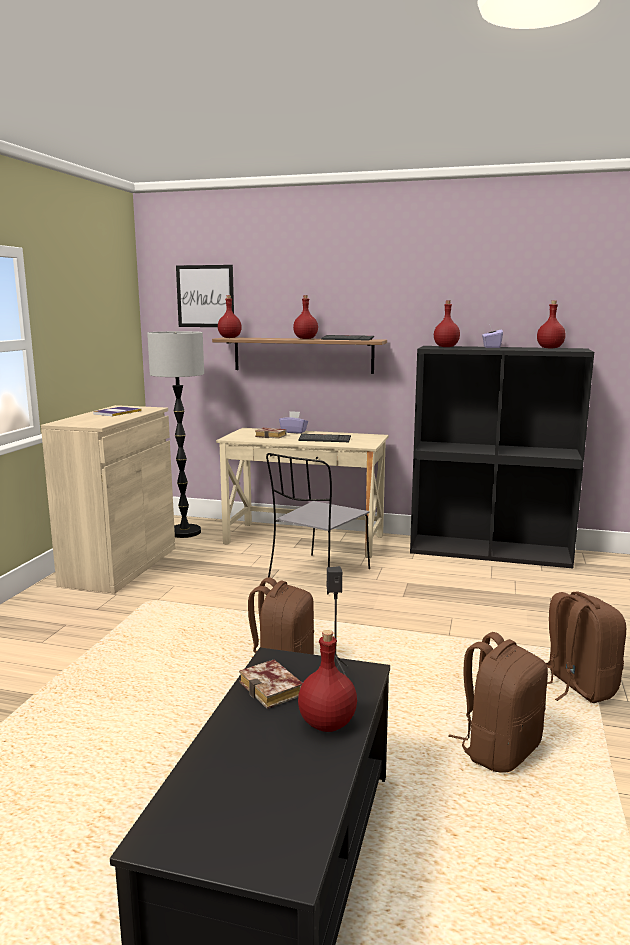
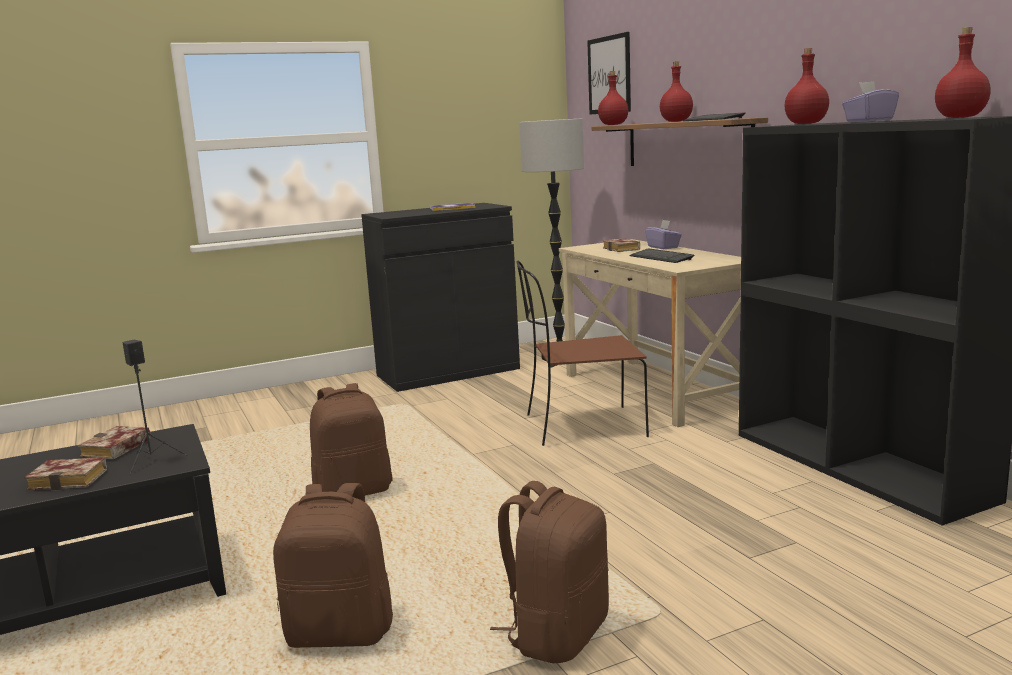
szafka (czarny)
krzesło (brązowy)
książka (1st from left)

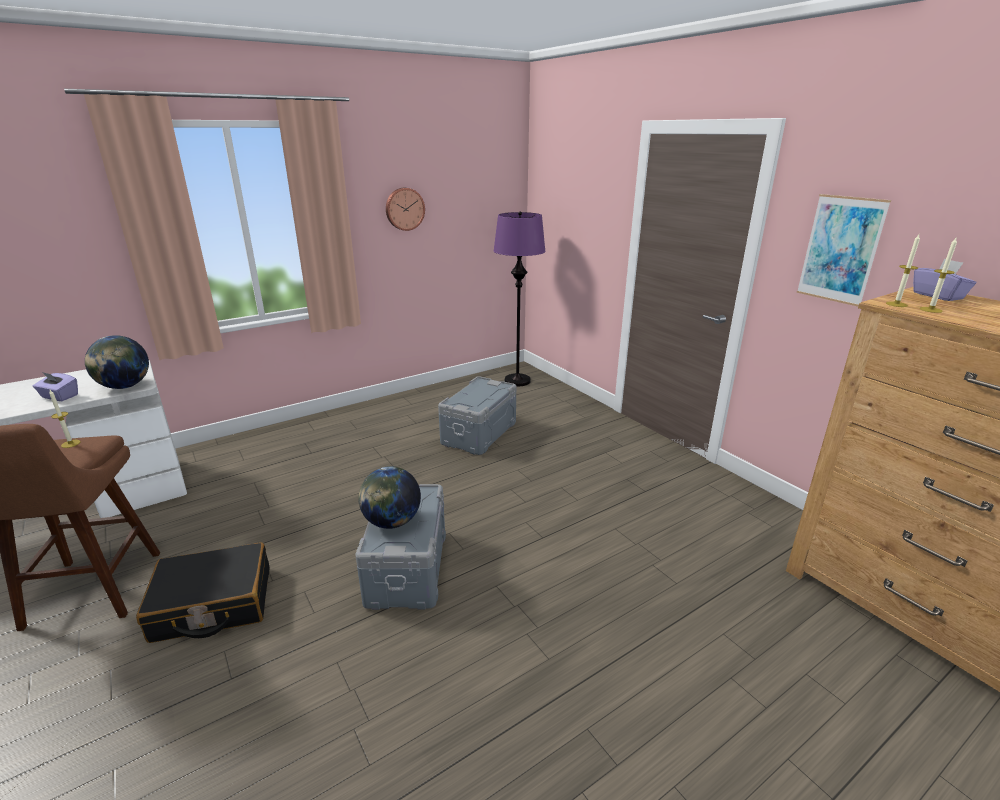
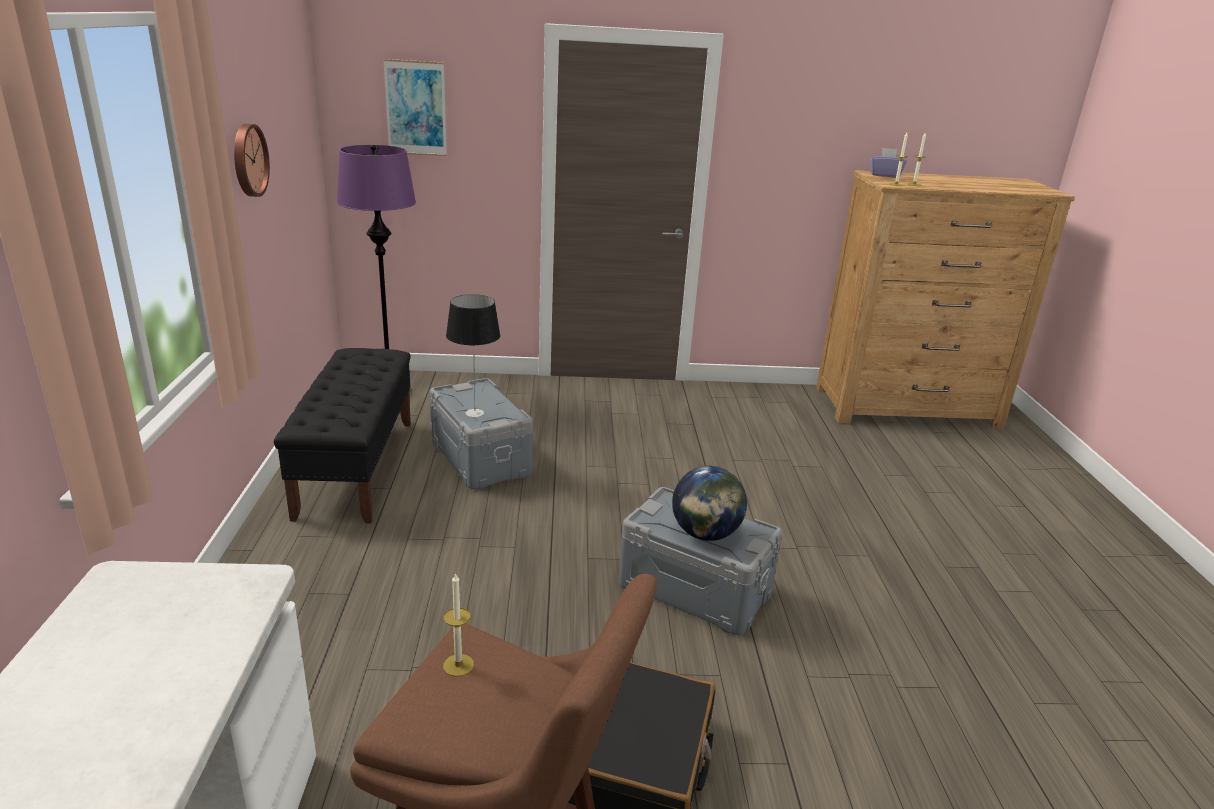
pudełko chusteczek (fioletowy) (1st from left in the first image)
globus (1st from left in the first image)
obraz
ławka (czarny)
lampa stołowa

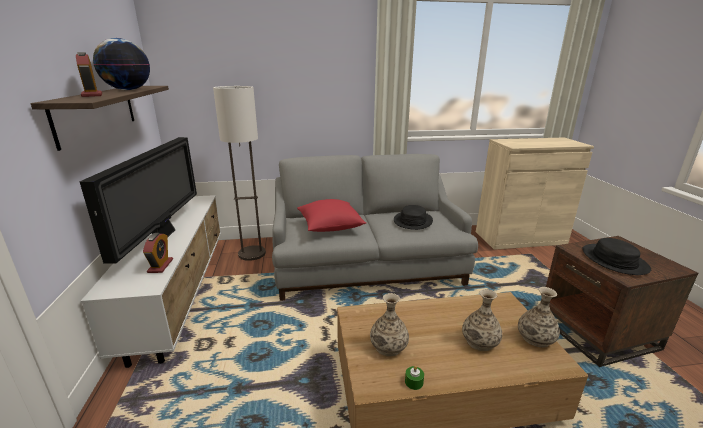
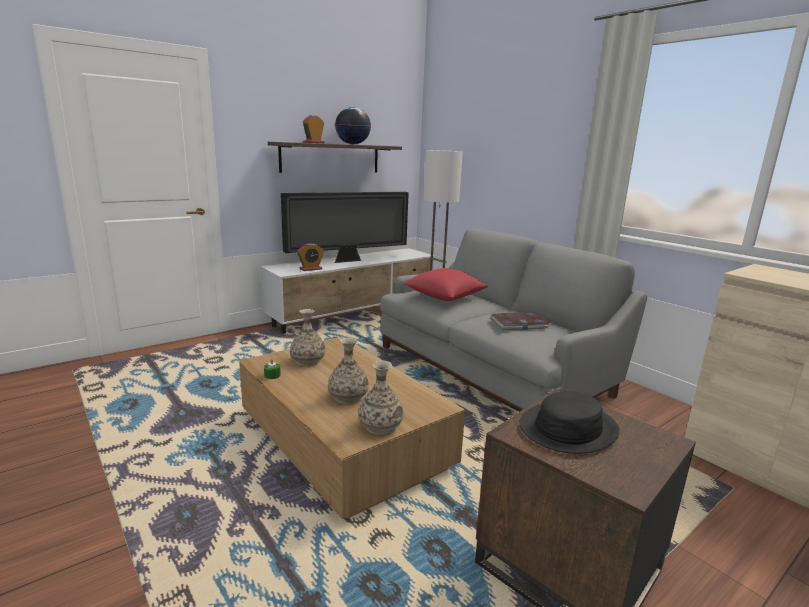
książka

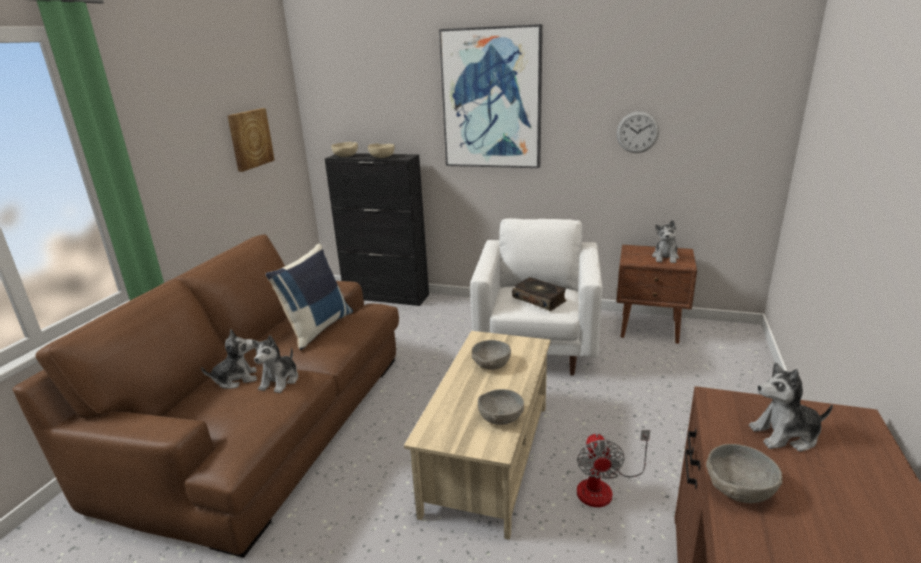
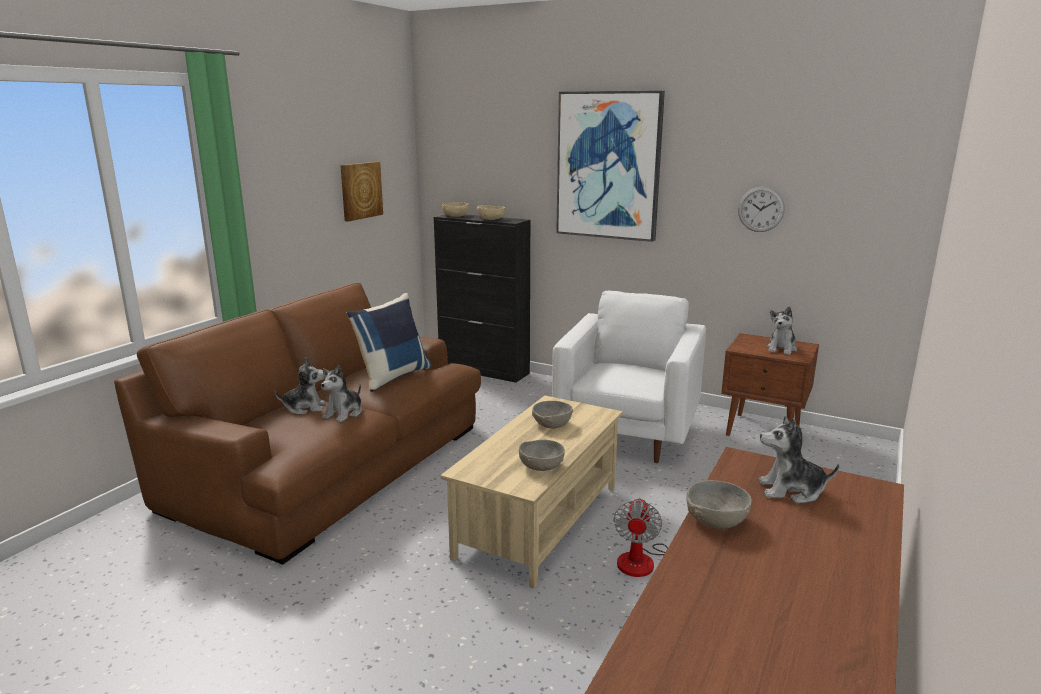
książka

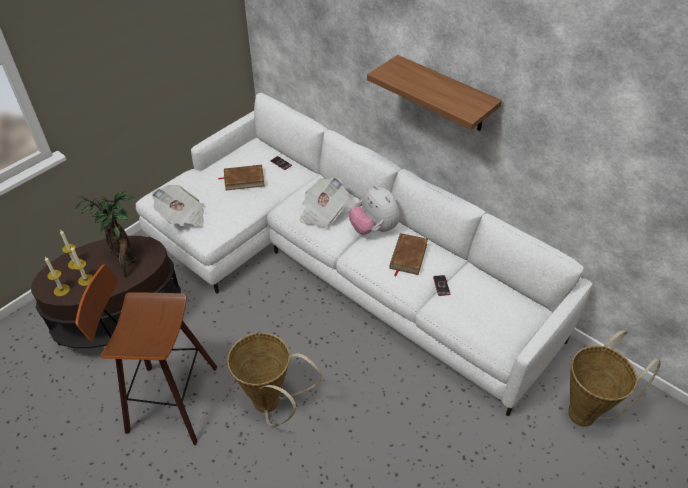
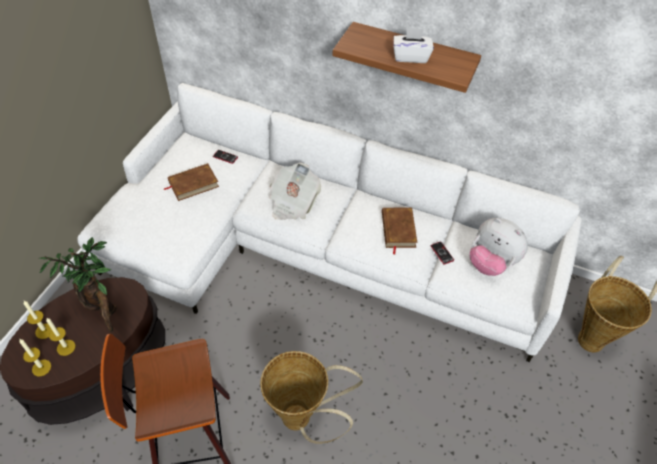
gazeta (1st from left in the first image)
pluszak
pudełko chusteczek (biały)

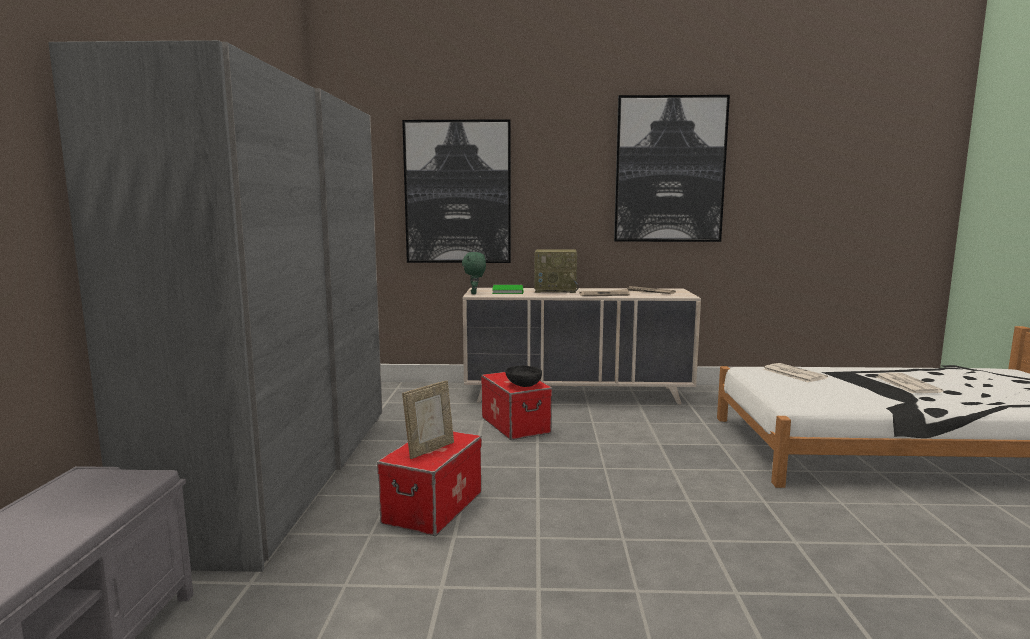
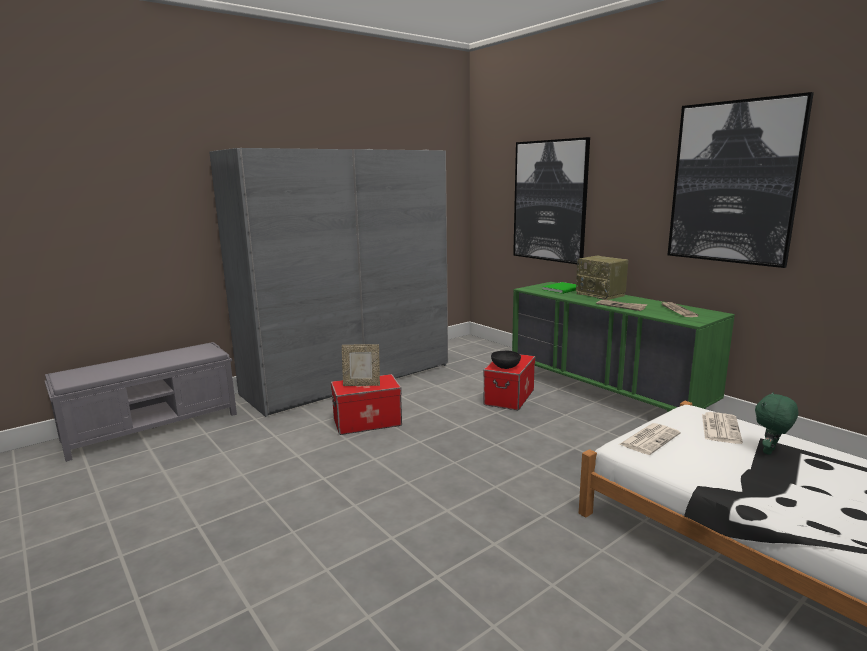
pluszak (zielony)
komoda (zielony)
gazeta (2nd from left)

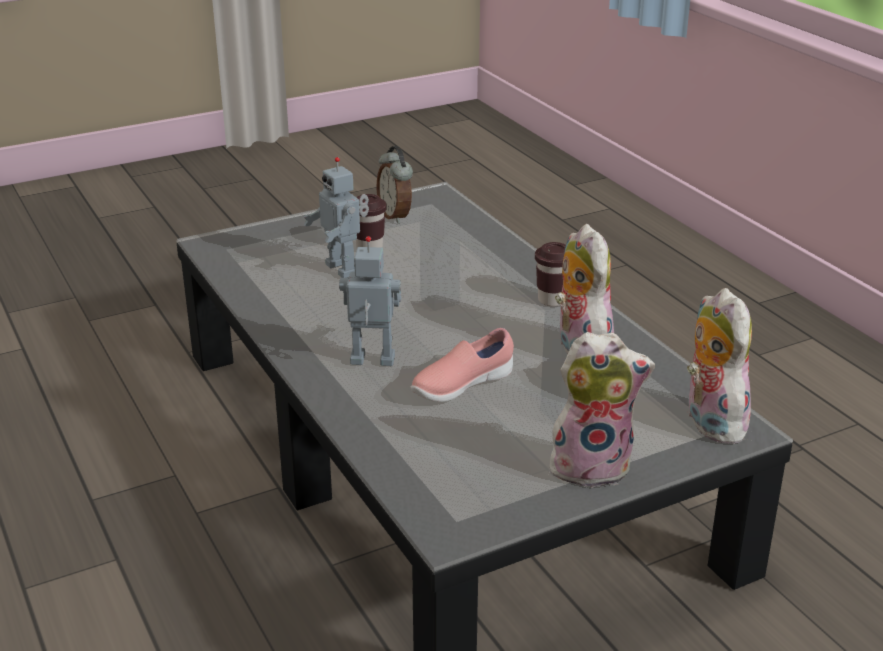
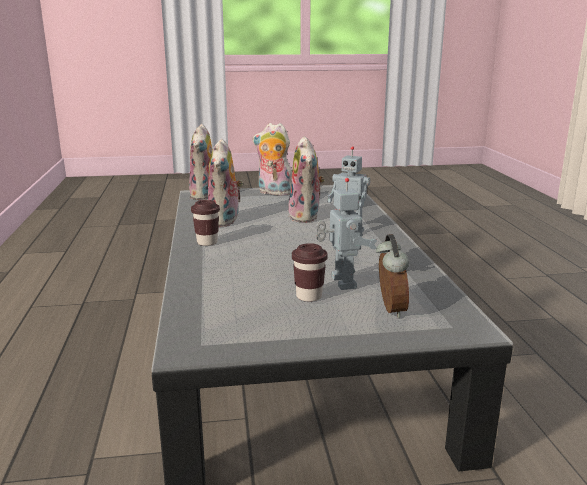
budzik
pluszak (4th from left)

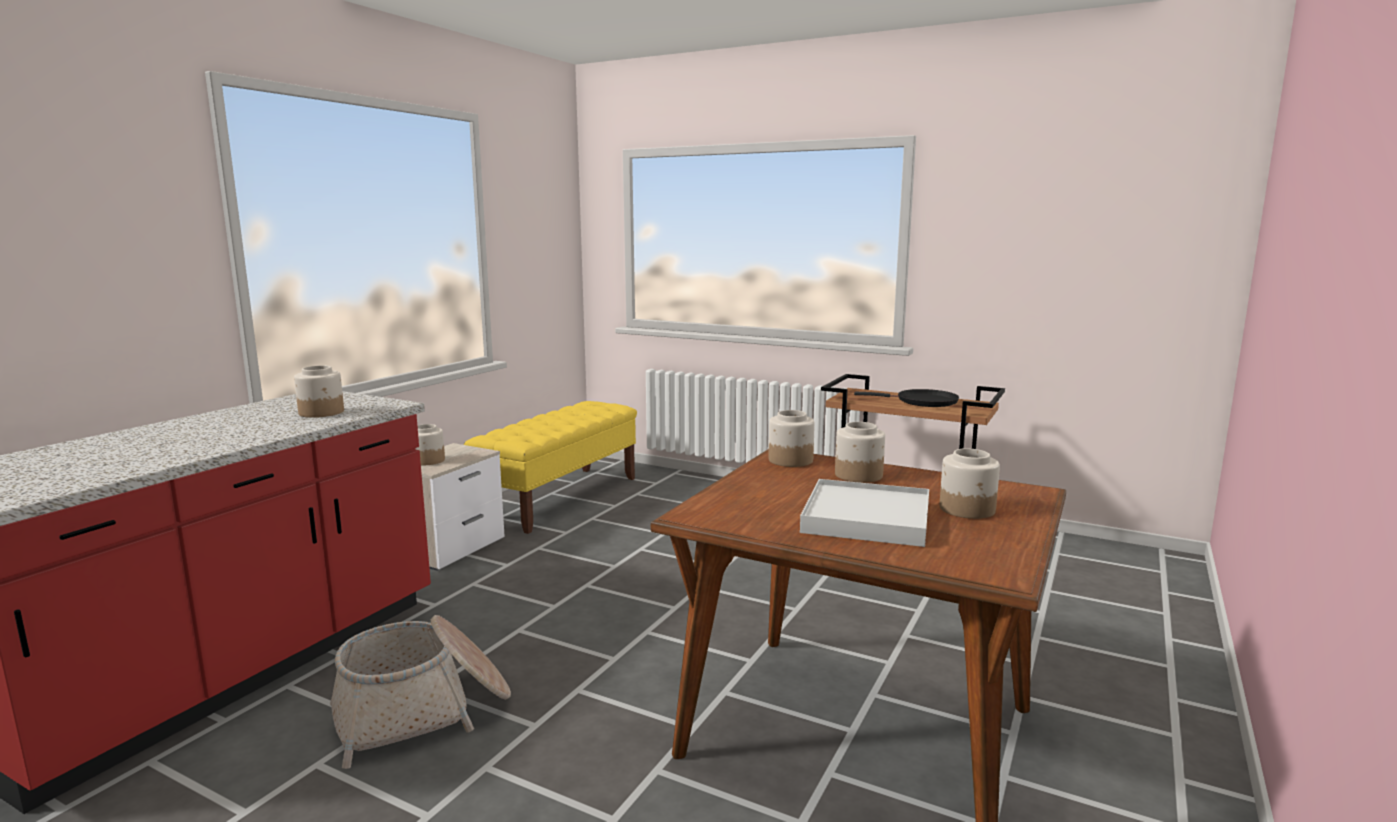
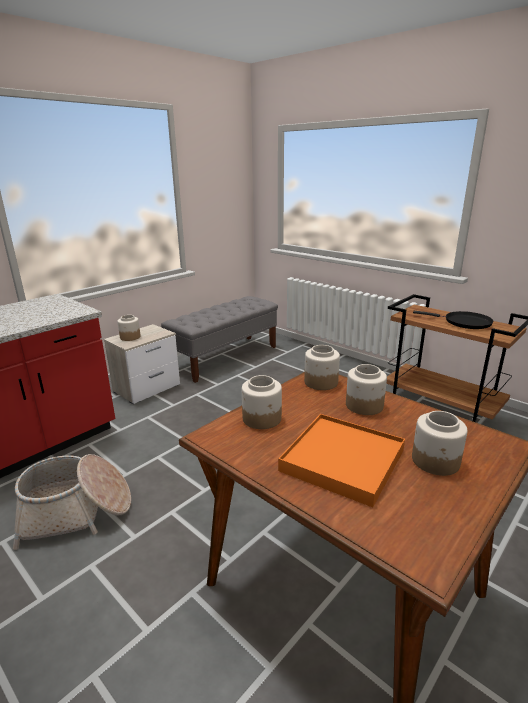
słoik (2nd from left)
ławka (szary)
taca (pomarańczowy)

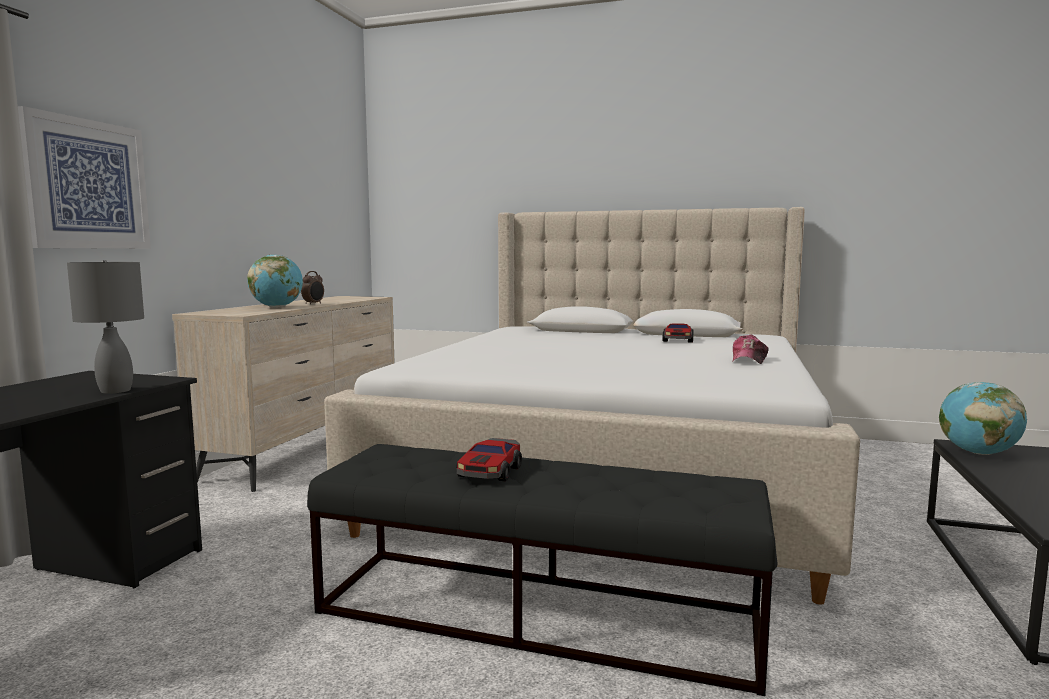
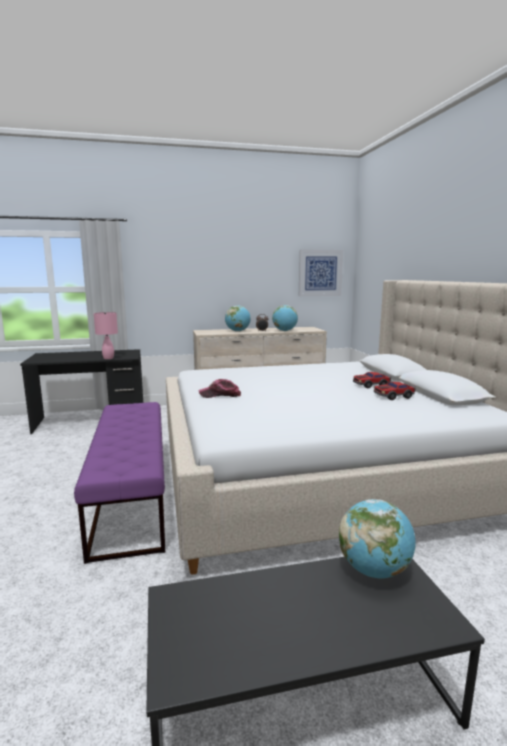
obraz
lampa stołowa (różowy)
ławka (fioletowy)
samochodzik (1st from left)
czapka z daszkiem
globus (2nd from left)

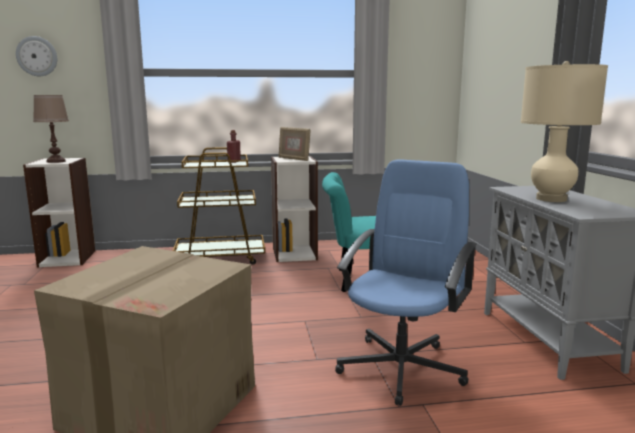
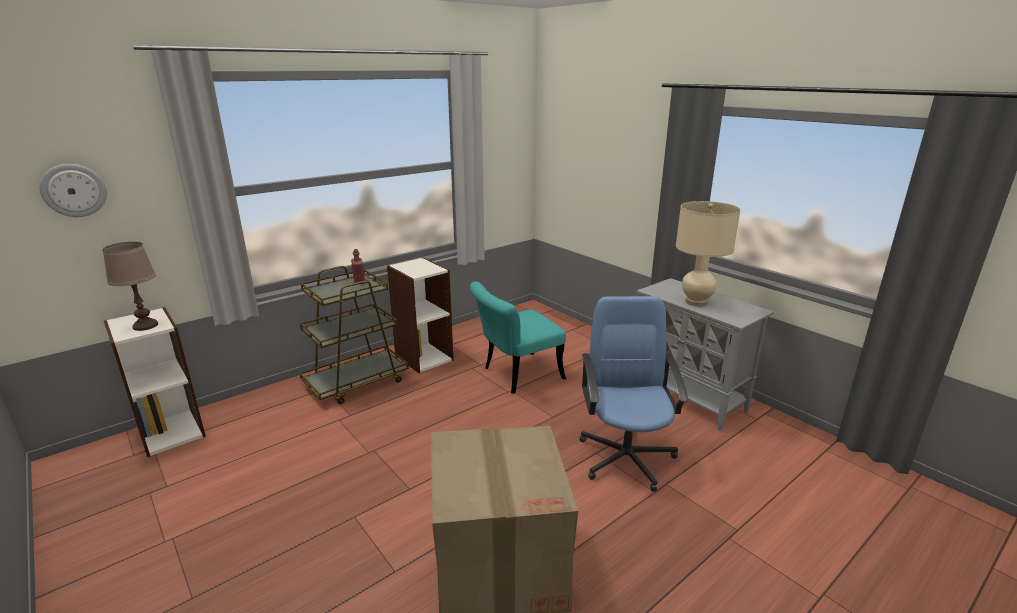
ramka na zdjęcie

